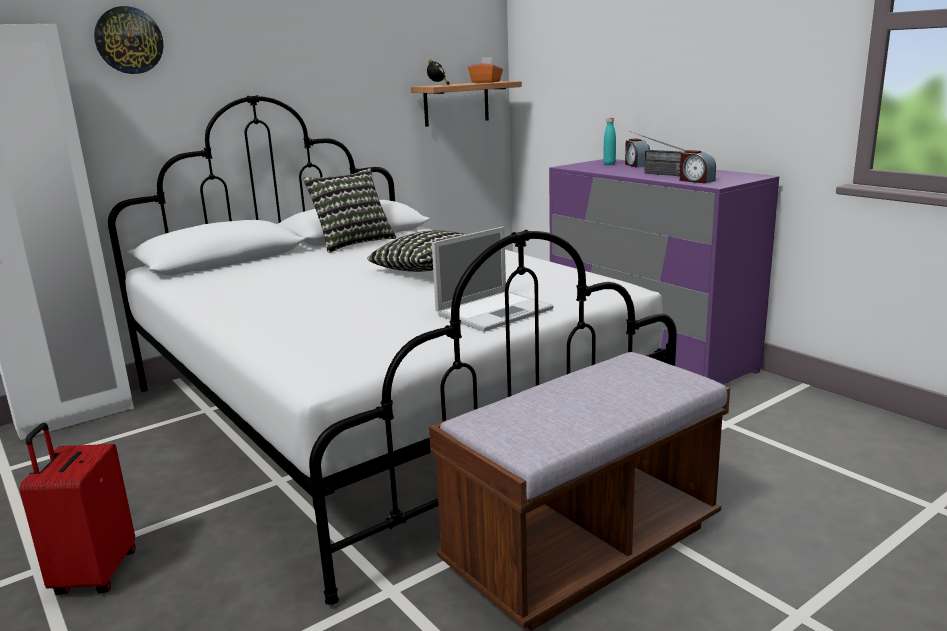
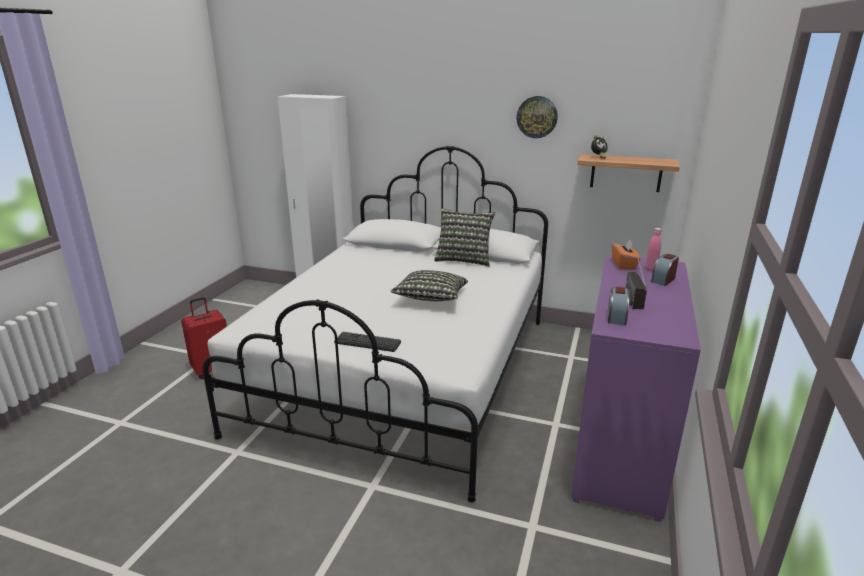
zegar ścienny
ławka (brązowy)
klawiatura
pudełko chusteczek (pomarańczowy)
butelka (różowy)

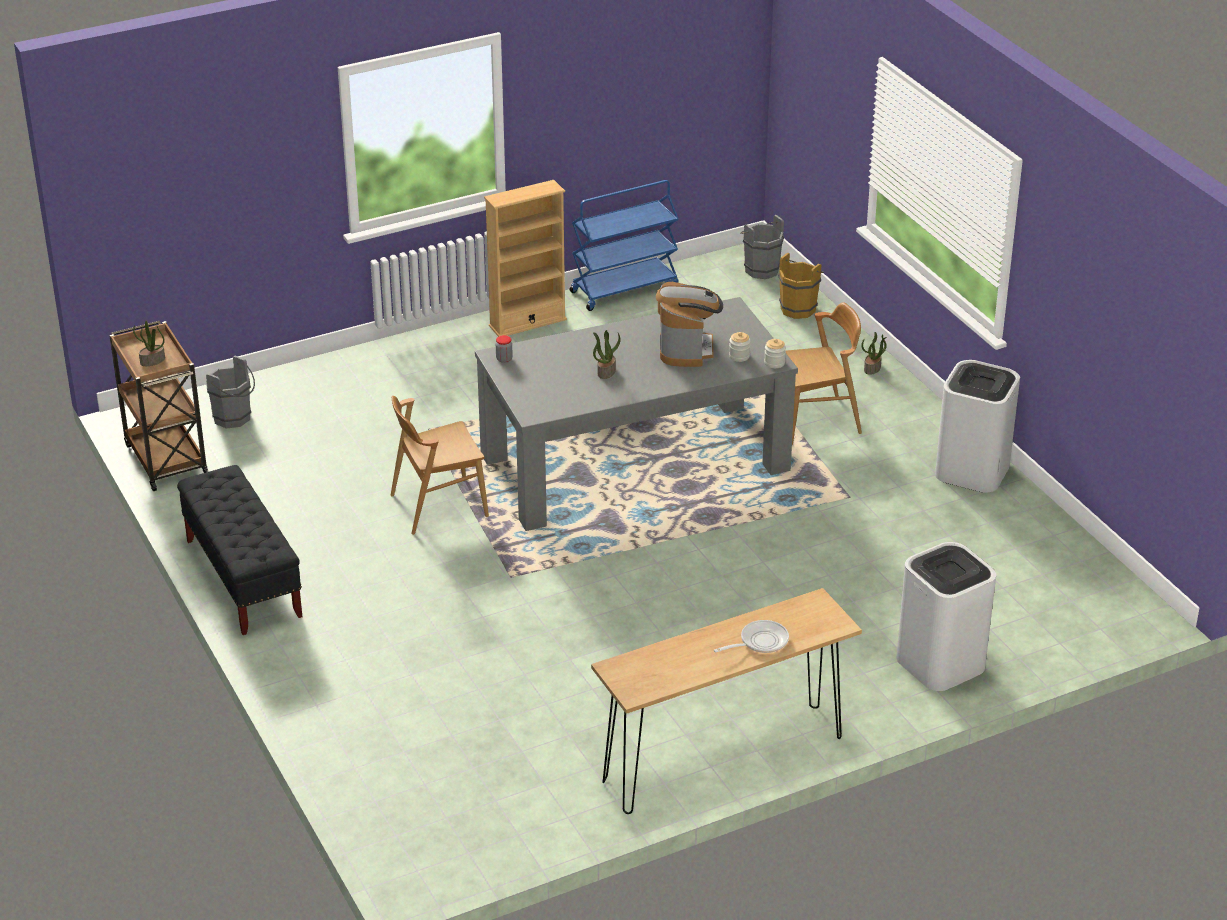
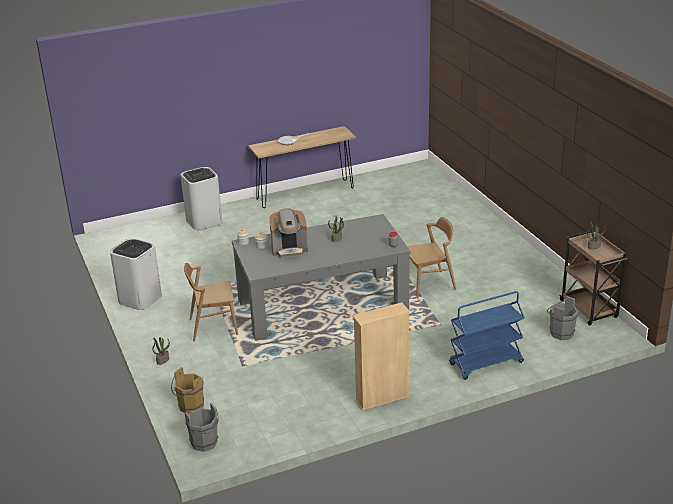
ławka (czarny)
wózek (niebieski)
ekspres do kawy

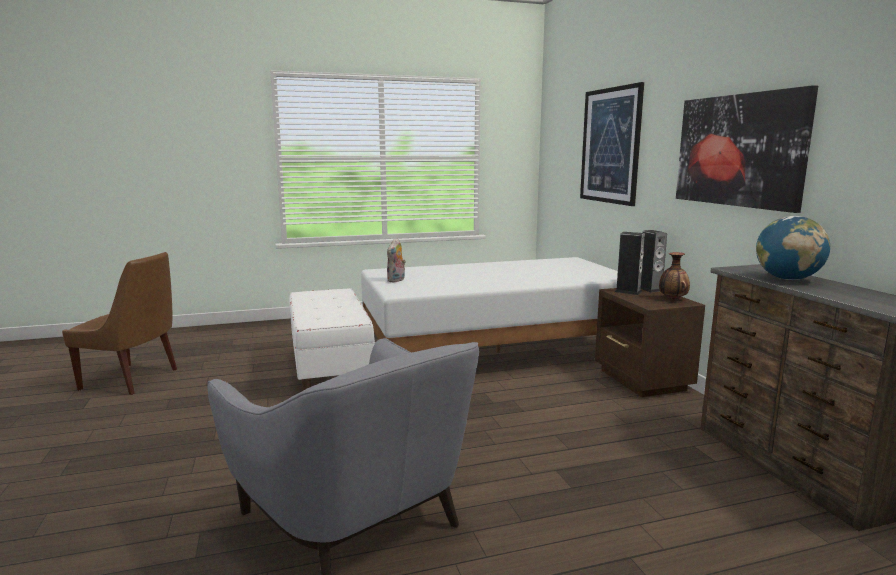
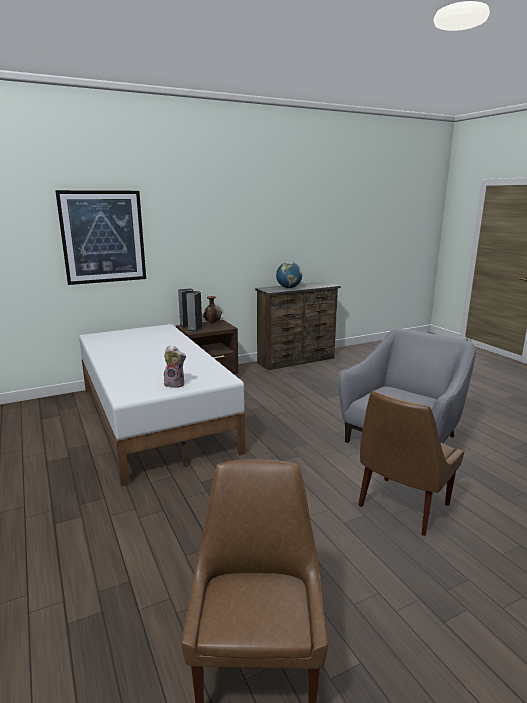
ławka (biały)
obraz (2nd from left in the first image)
krzesło (brązowy) (2nd from left)

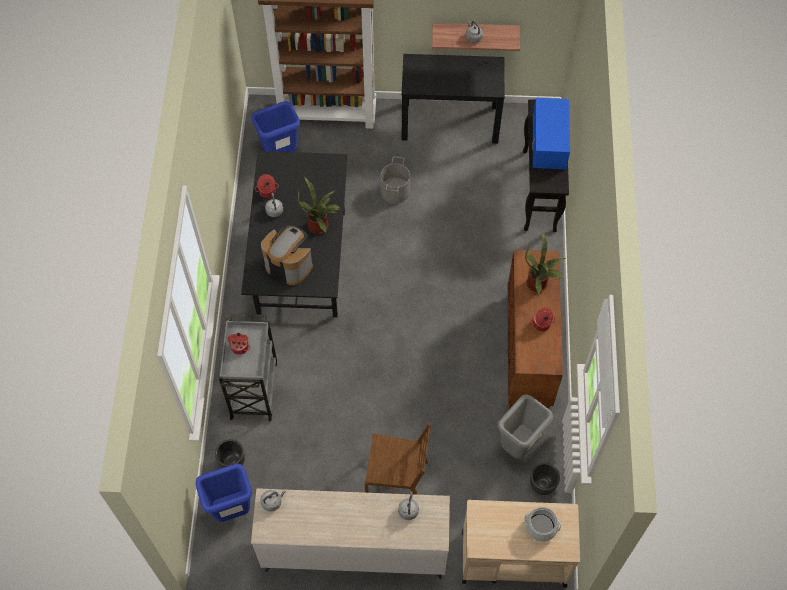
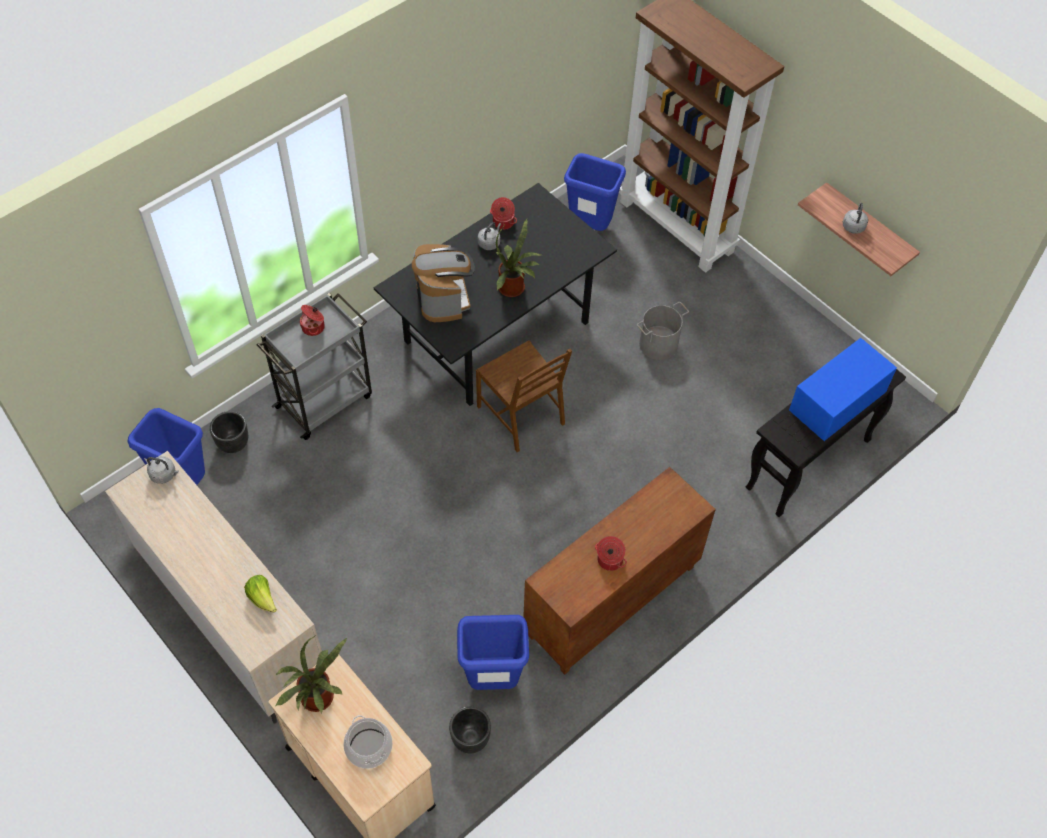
krzesło (brązowy)
sałata
stolik konsolowy (czarny) (1st from left in the first image)
kosz na śmieci (niebieski) (2nd from left)
roślina doniczkowa (1st from left)

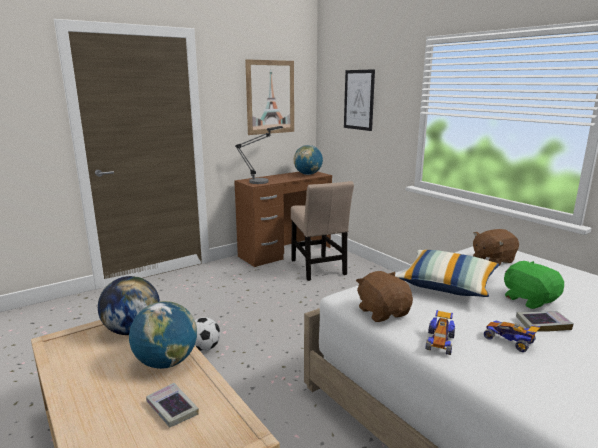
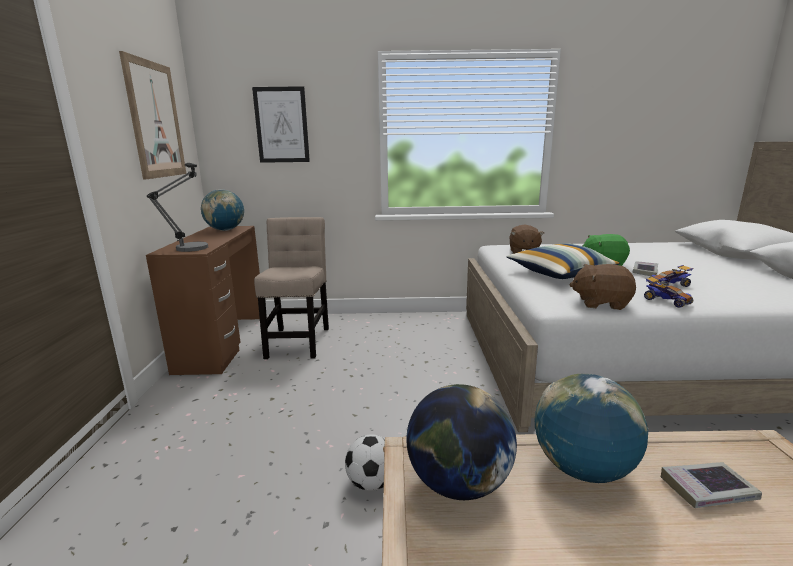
krzesło (beżowy)

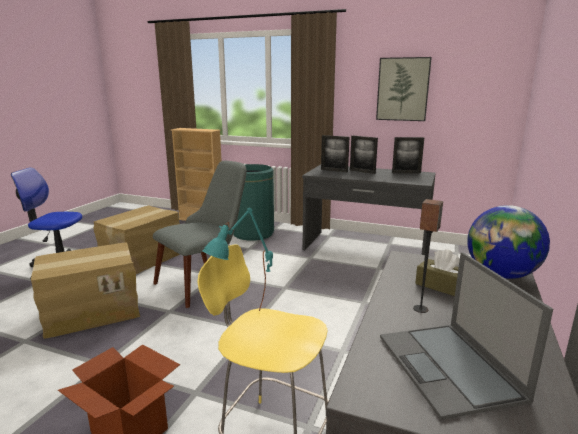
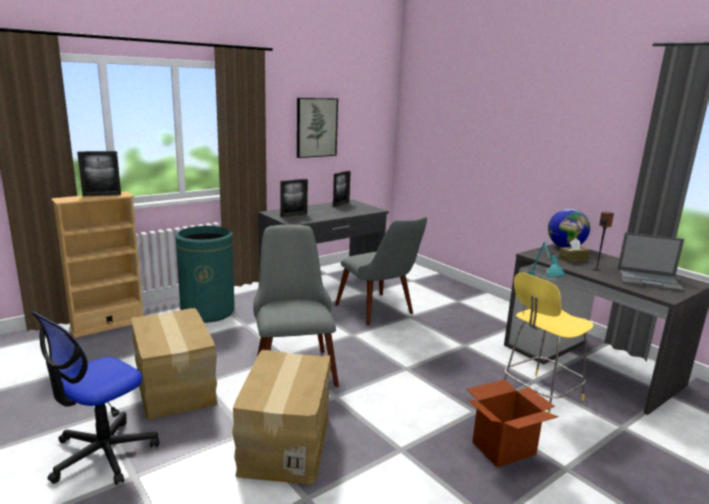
ramka na zdjęcie (1st from left)
krzesło (szary) (2nd from left)

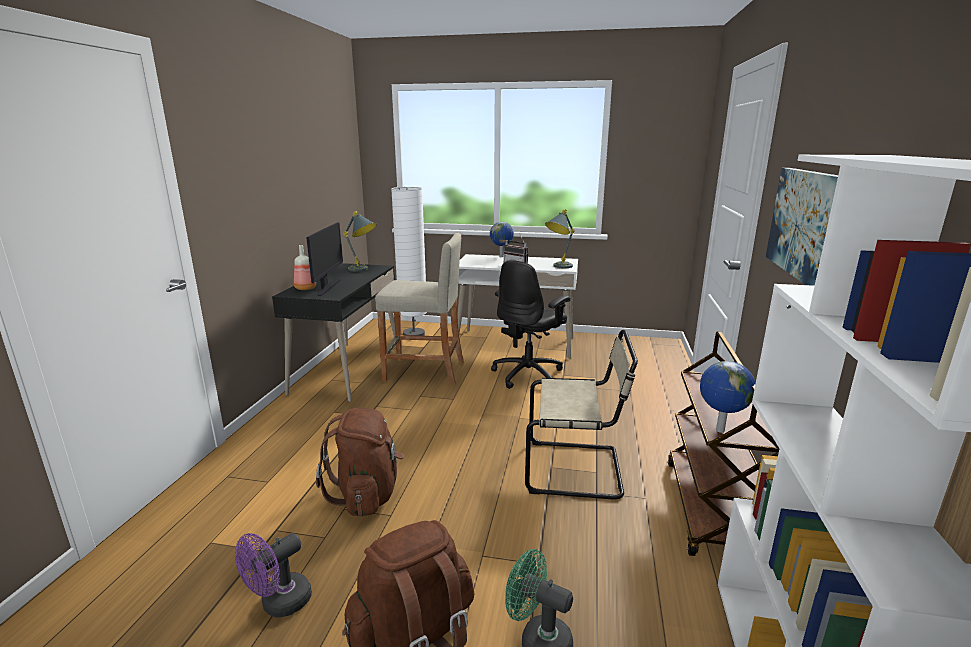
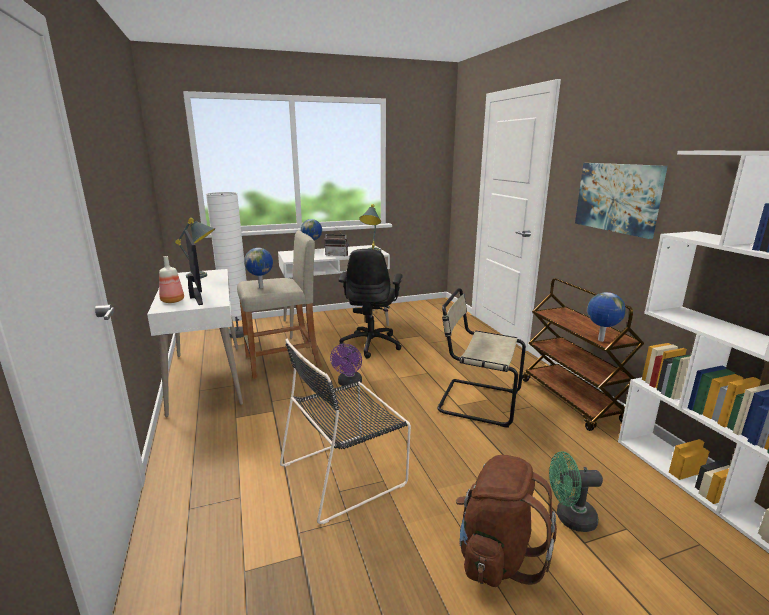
wentylator (fioletowy)
biurko (biały) (1st from left)
krzesło (czarny)
krzesło (beżowy)
globus (1st from left)

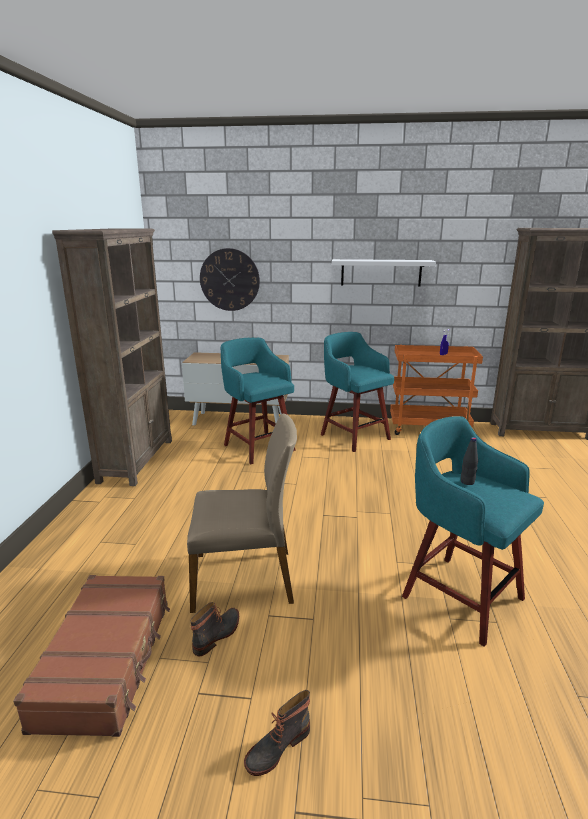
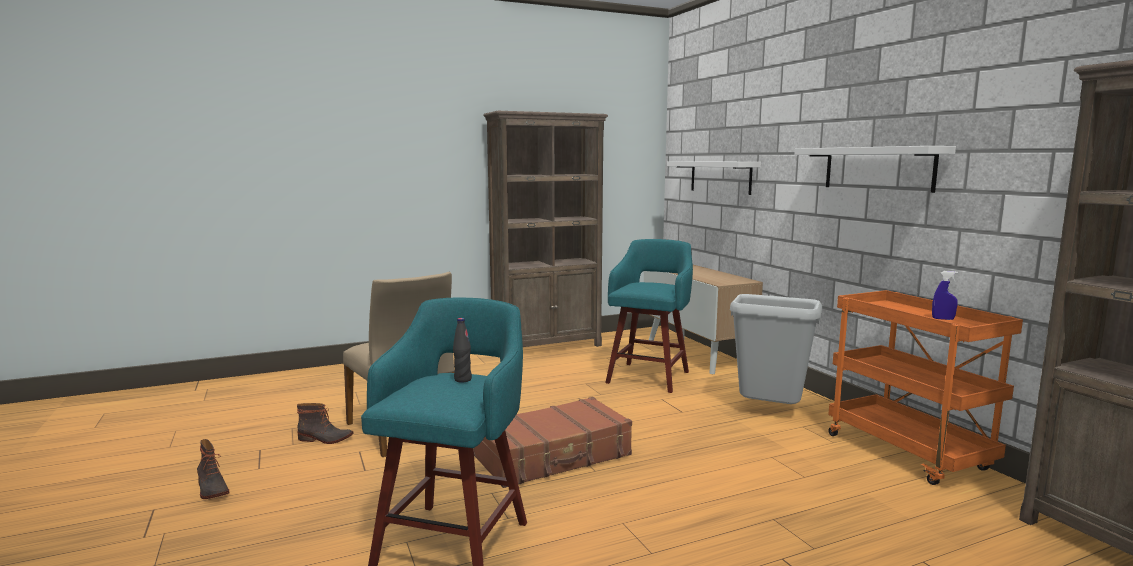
walizka (brązowy)
półka (biały) (1st from left)
but z cholewką (1st from left)
kosz na śmieci (szary)

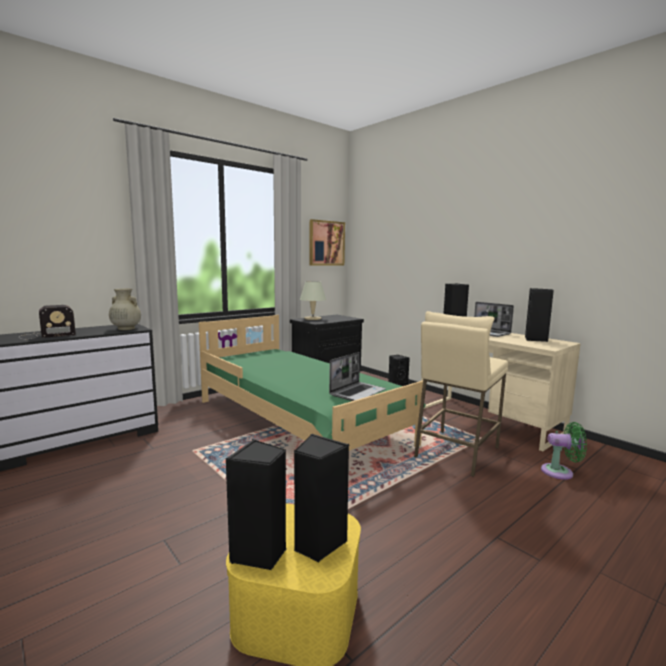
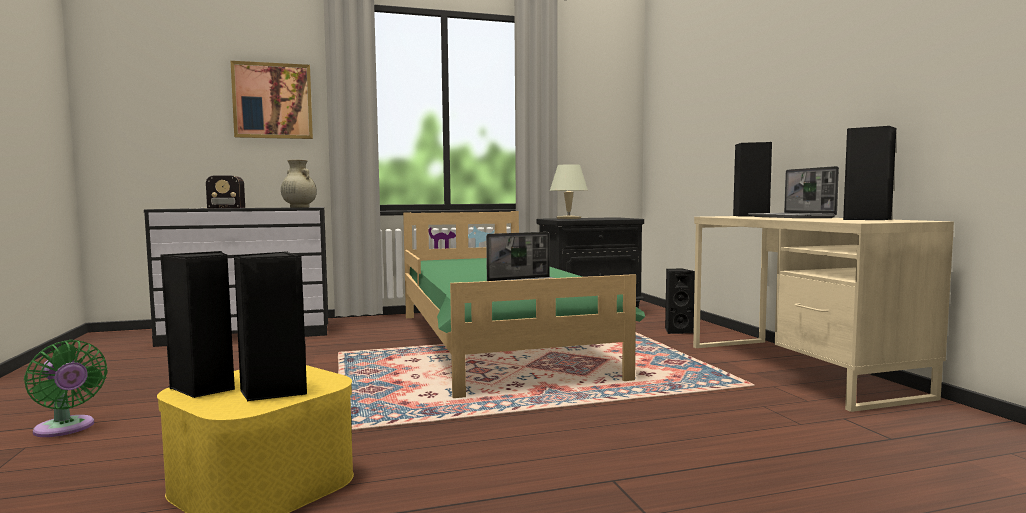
obraz
stołek (beżowy)
wentylator (zielony)

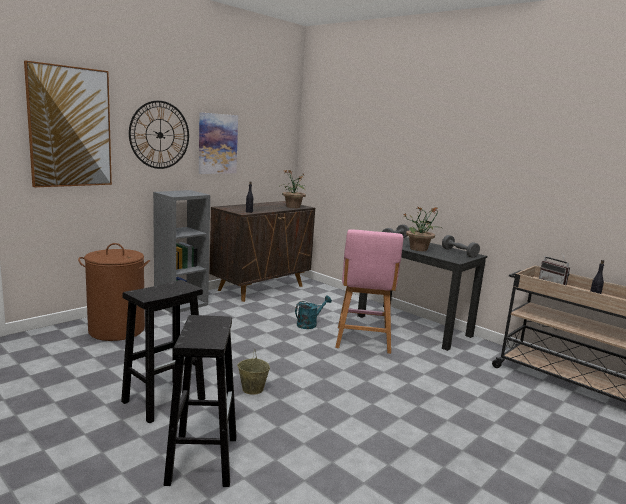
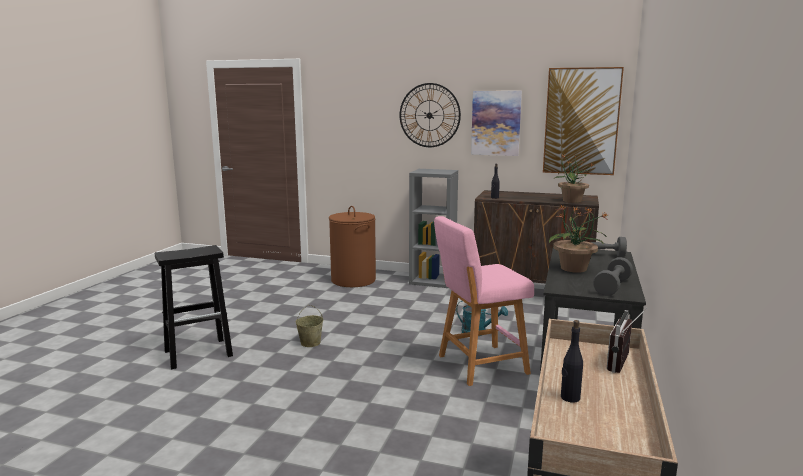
obraz (2nd from left)
stołek (czarny) (1st from left in the first image)

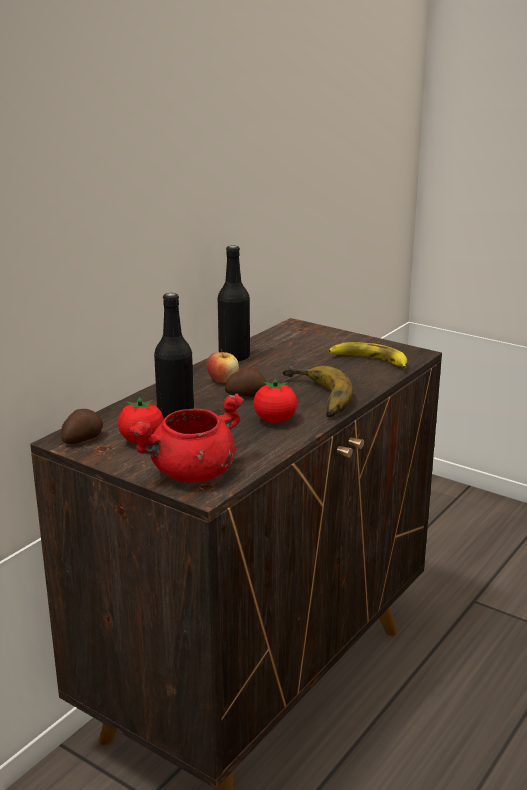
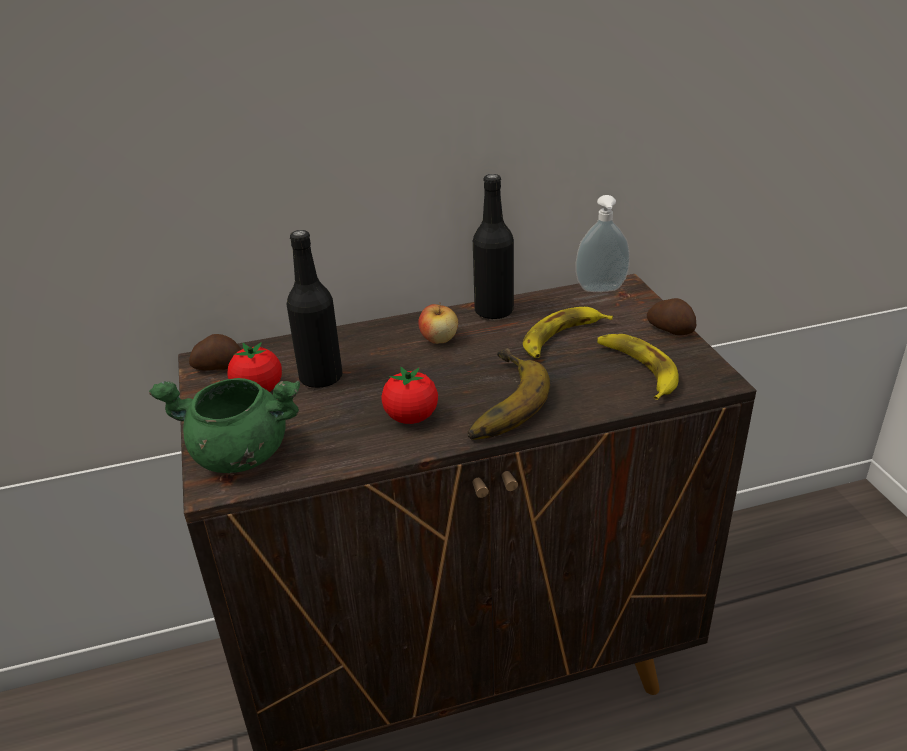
garnek (zielony)
ziemniak (2nd from left)
banan (2nd from left)
dozownik mydła

